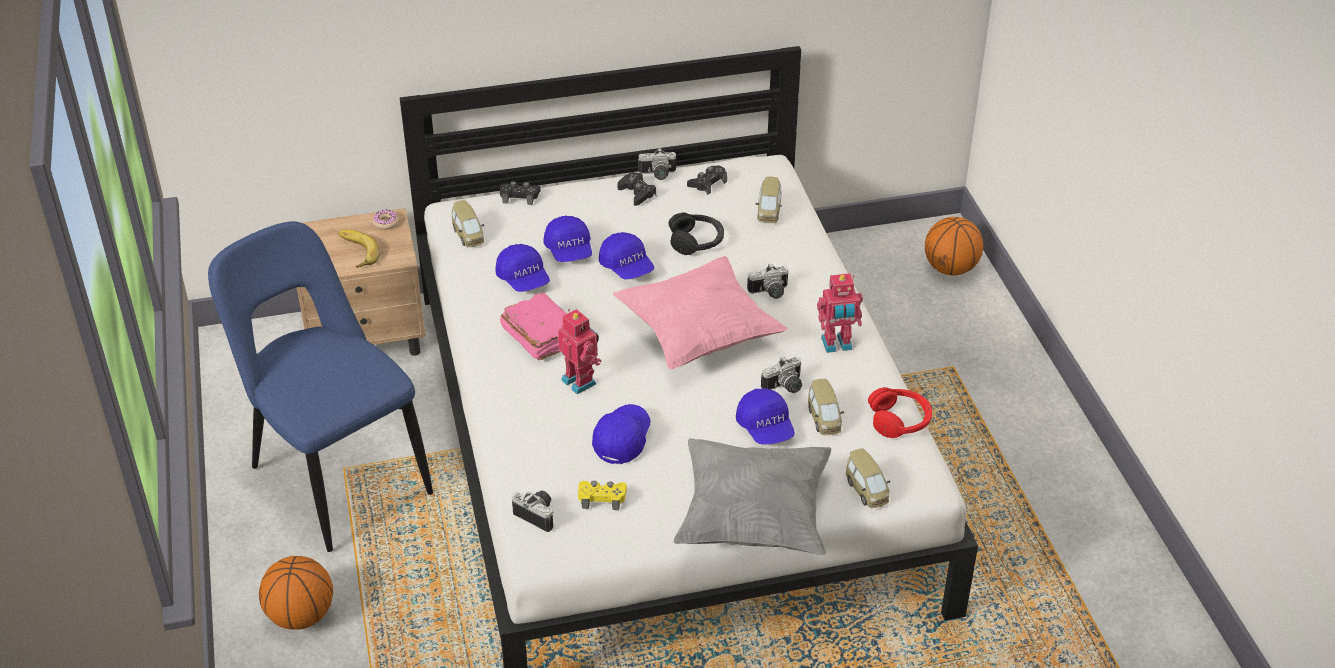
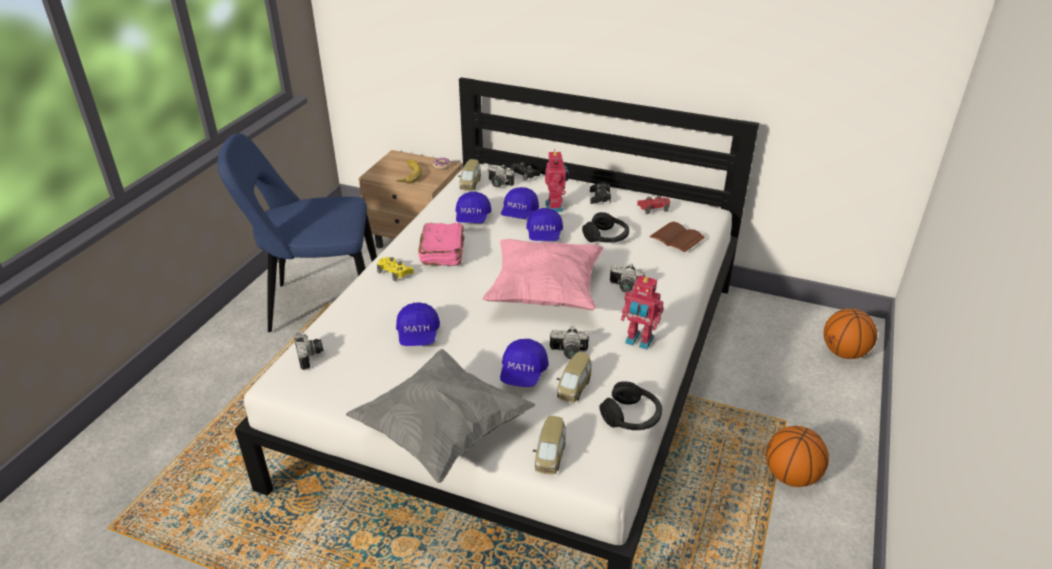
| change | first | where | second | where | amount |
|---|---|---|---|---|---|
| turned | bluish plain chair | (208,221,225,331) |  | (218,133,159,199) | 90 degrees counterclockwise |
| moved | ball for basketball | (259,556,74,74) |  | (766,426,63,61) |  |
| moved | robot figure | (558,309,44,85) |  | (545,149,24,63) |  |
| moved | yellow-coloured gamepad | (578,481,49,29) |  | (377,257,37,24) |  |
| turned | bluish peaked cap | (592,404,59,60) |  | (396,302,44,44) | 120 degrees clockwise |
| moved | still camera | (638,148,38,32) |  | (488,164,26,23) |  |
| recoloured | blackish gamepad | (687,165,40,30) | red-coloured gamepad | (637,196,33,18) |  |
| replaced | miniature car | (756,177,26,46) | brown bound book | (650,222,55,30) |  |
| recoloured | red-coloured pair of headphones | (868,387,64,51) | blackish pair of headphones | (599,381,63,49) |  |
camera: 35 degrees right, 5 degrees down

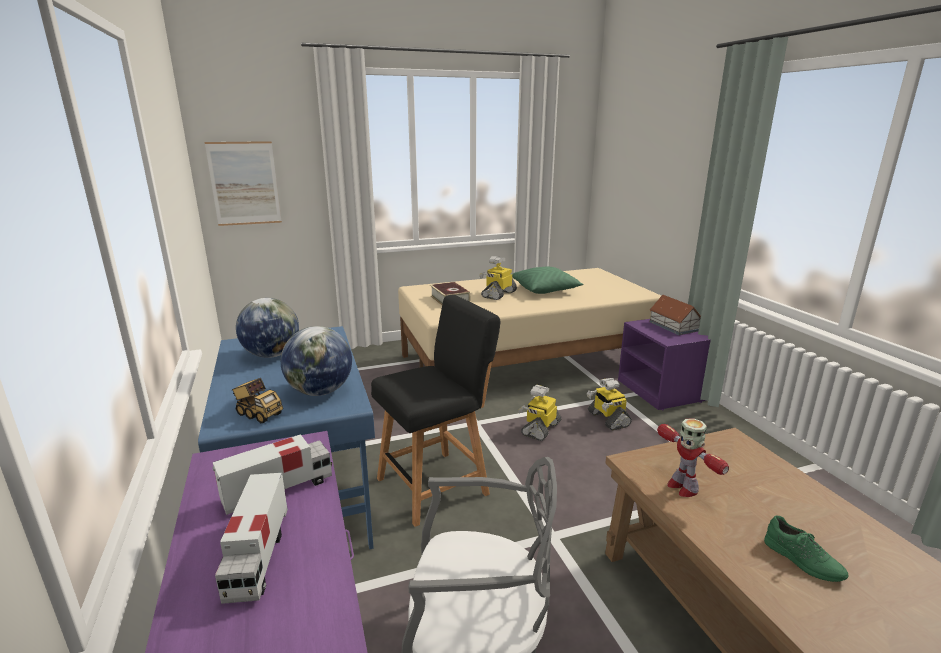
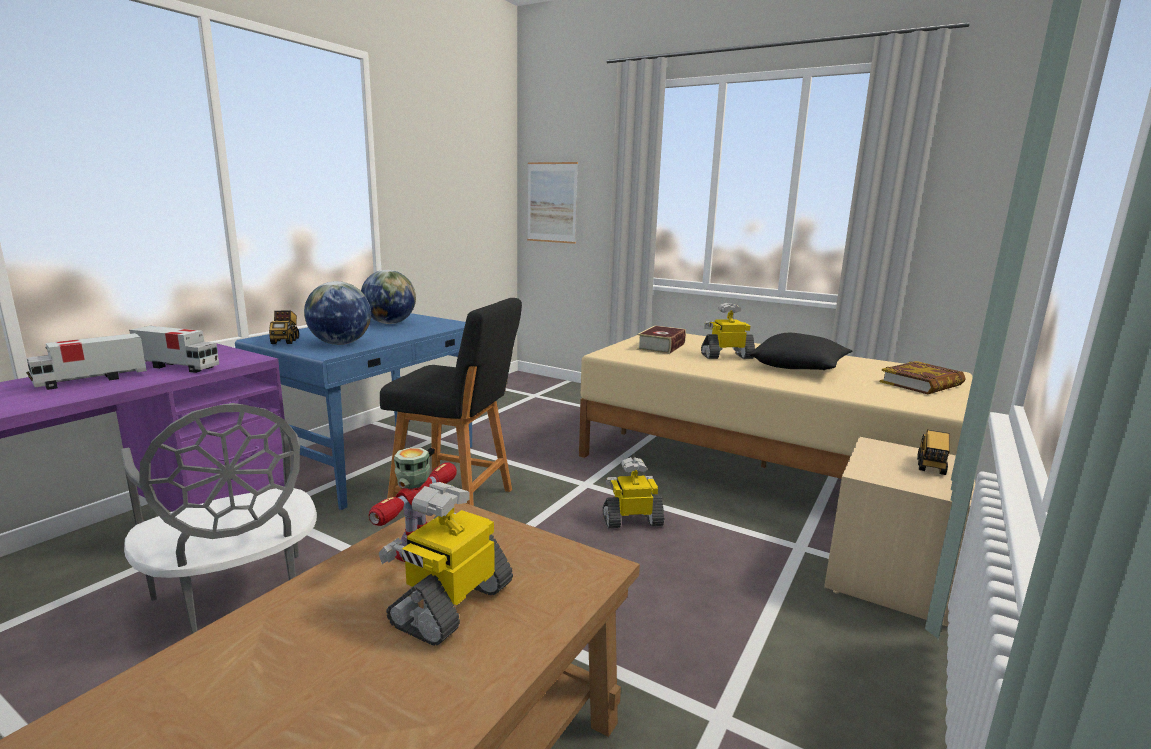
| change | first | where | second | where | amount |
|---|---|---|---|---|---|
| recoloured | green-coloured pillow | (511,267,73,27) | blackish pillow | (749,333,103,37) |  |
| moved | robot figure | (587,378,45,52) |  | (379,482,134,164) |  |
| recoloured | purple night table | (618,319,93,91) | sand-coloured night table | (824,437,151,190) |  |
| replaced | miniature house | (649,295,52,40) | toy lorry | (917,430,33,45) |  |
| removed | green-coloured low shoe | (764,516,84,66) |  |  |  |
| added |  |  | bound book | (880,361,86,33) |  |
camera: 50 degrees right, 5 degrees down

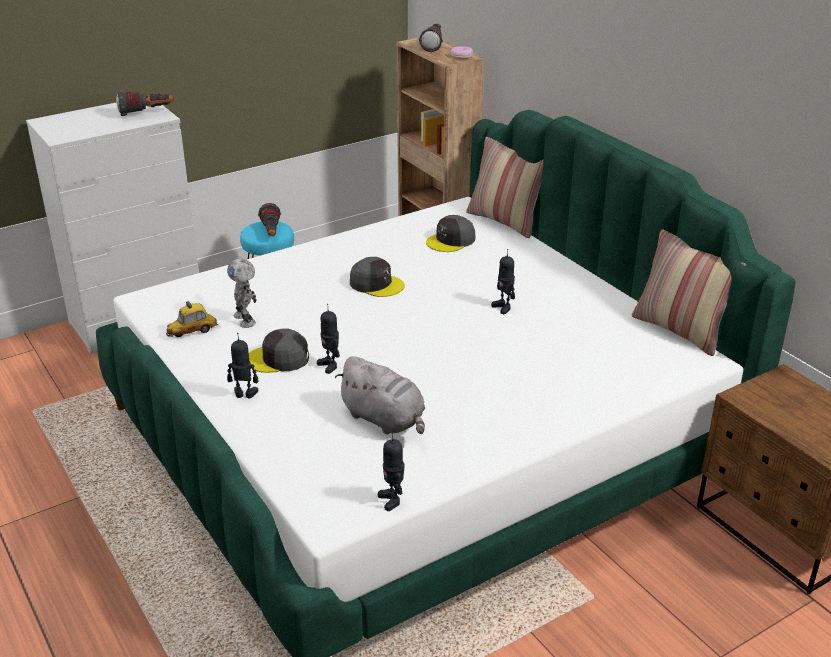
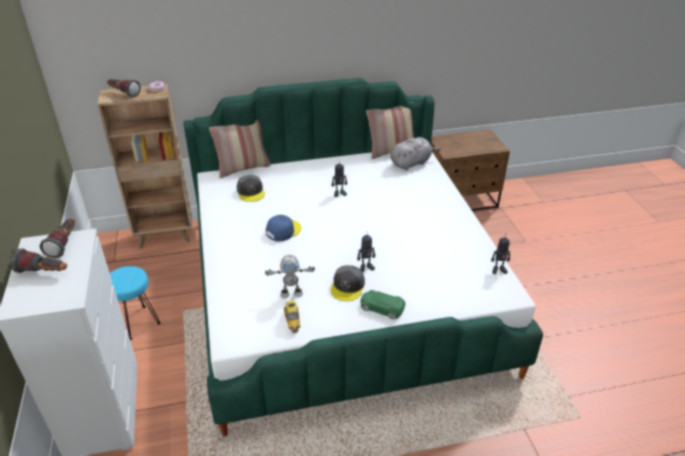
| change | first | where | second | where | amount |
|---|---|---|---|---|---|
| replaced | robot figure | (227,333,31,65) | green-coloured miniature car | (361,290,44,29) |  |
| moved | hand torch | (258,203,23,33) |  | (10,249,57,24) |  |
| moved | gray plush toy | (335,356,90,79) |  | (391,137,50,33) |  |
| recoloured | gray peaked cap | (350,257,55,40) | bluish peaked cap | (266,215,36,26) |  |
camera: 70 degrees left, 5 degrees up

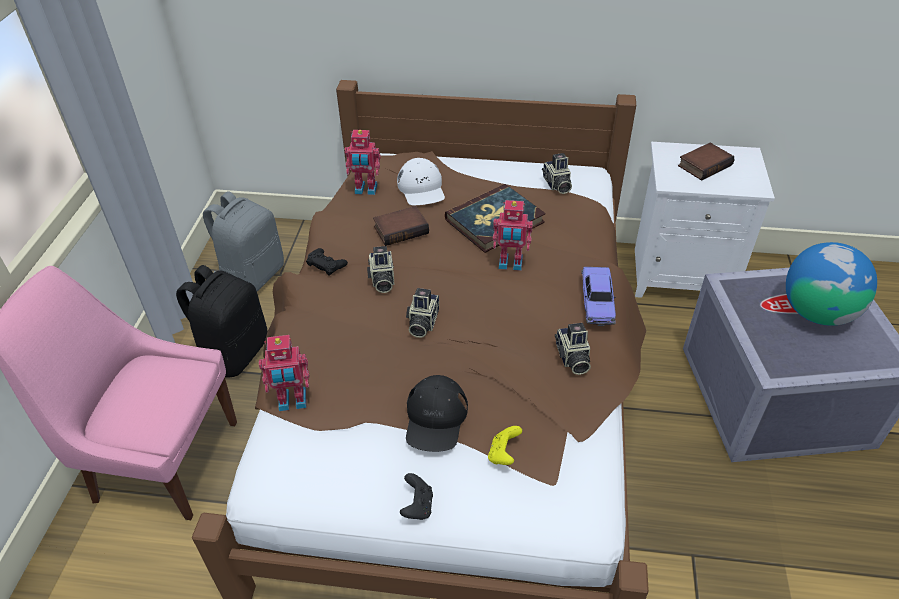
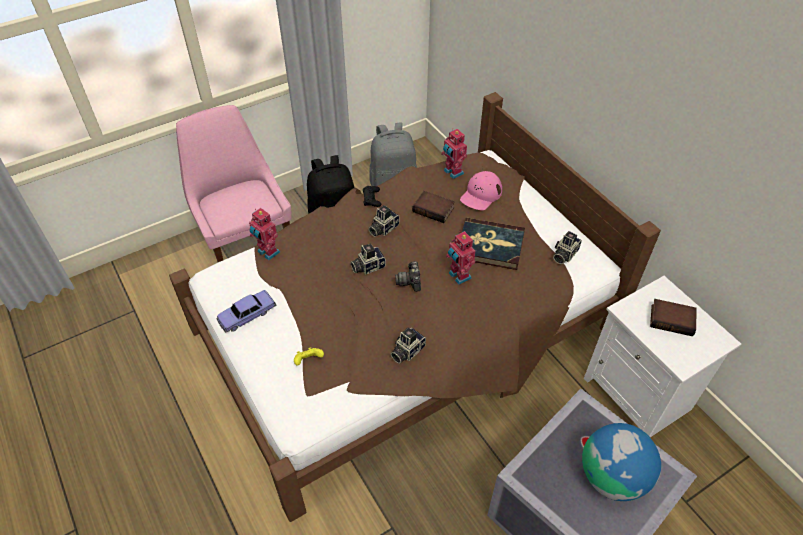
| change | first | where | second | where | amount |
|---|---|---|---|---|---|
| recoloured | whitish peaked cap | (397,158,48,47) | pink-coloured peaked cap | (460,171,42,40) |  |
| removed | blackish gamepad | (400,473,33,47) |  |  |  |
| removed | blackish peaked cap | (406,375,62,77) |  |  |  |
| moved | miniature car | (581,267,35,59) |  | (216,290,60,42) |  |
| added |  |  | still camera | (395,261,26,31) |  |
camera: 50 degrees right, 5 degrees up

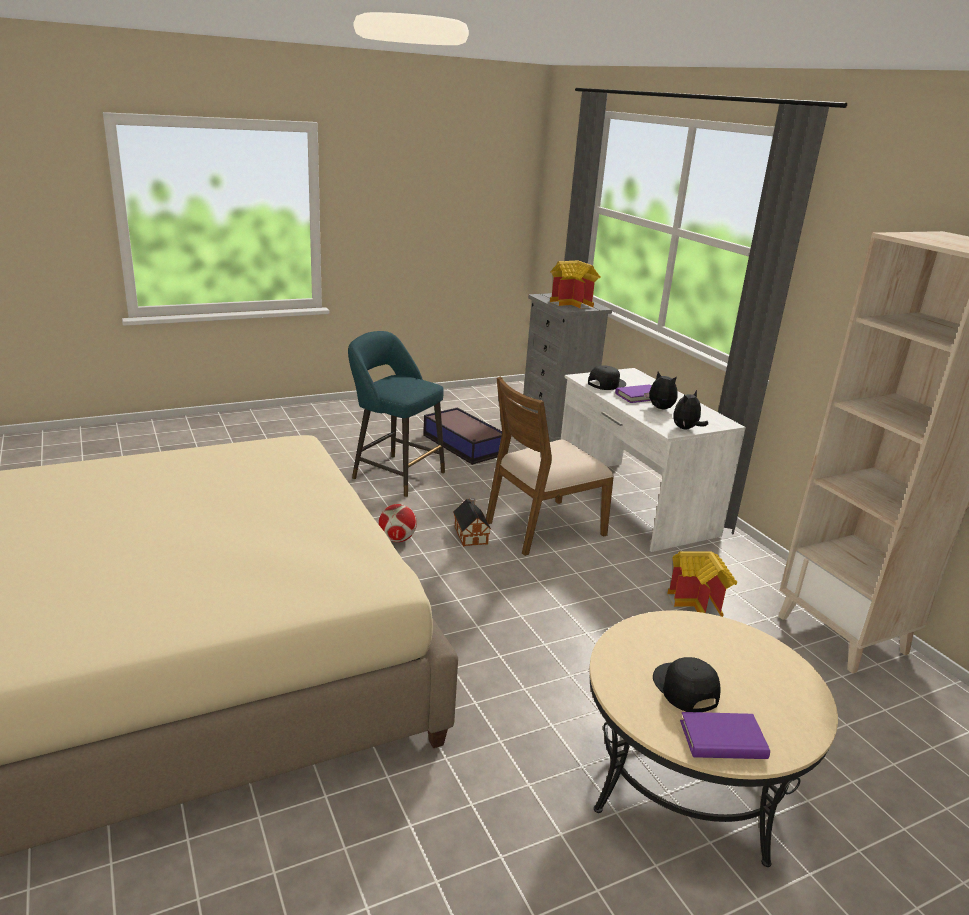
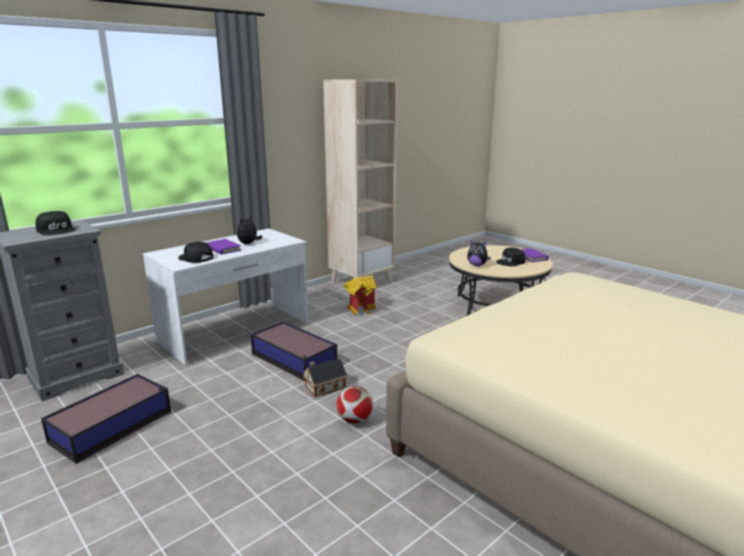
| change | first | where | second | where | amount |
|---|---|---|---|---|---|
| removed | turquoise-coloured stool seat | (348,331,97,167) |  |  |  |
| replaced | brown plain chair | (486,377,128,179) | storage bin | (251,322,86,59) |  |
| replaced | miniature house | (550,260,51,49) | blackish peaked cap | (35,211,41,24) |  |
| moved | plush toy | (673,390,35,40) |  | (467,240,24,26) |  |
camera: 105 degrees left, 5 degrees down

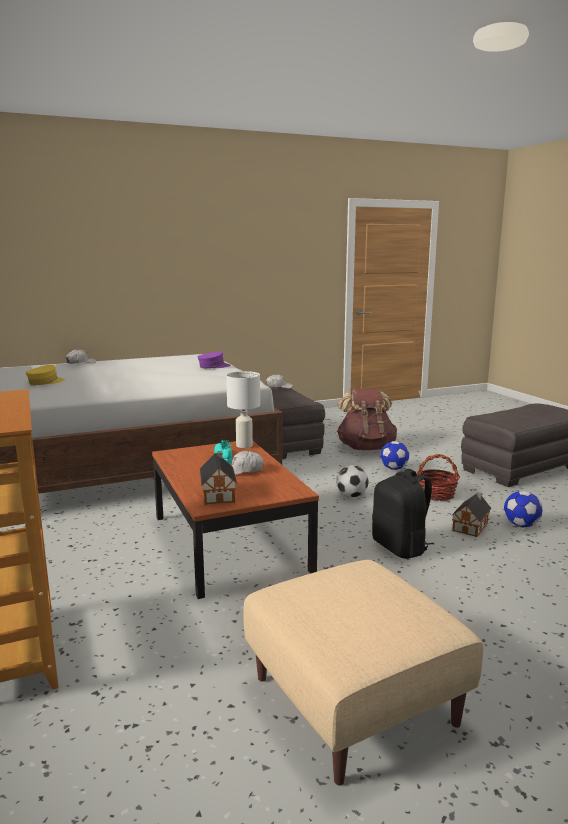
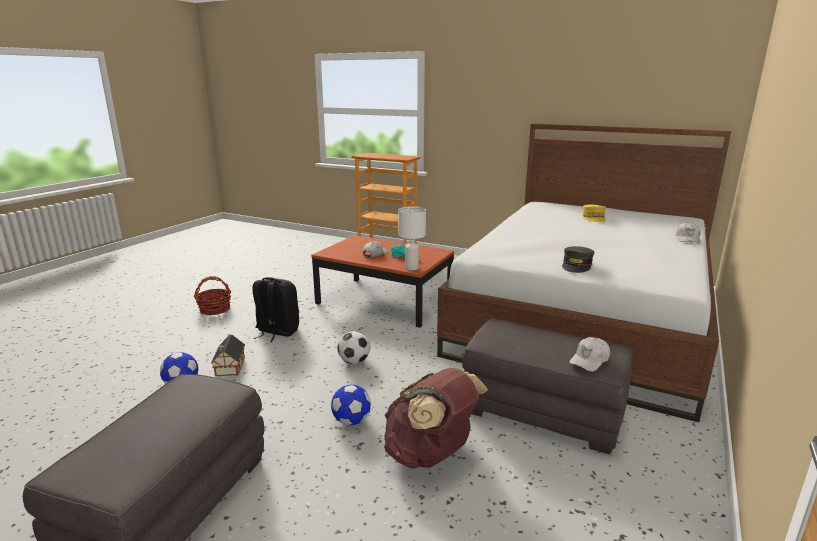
| change | first | where | second | where | amount |
|---|---|---|---|---|---|
| recoloured | purple peaked cap | (198,351,33,17) | gray peaked cap | (562,246,32,27) |  |
| removed | miniature house | (200,451,37,54) |  |  |  |
| removed | sand-coloured pouffe | (243,560,241,226) |  |  |  |
| moved | basket | (416,454,44,47) |  | (194,276,37,39) |  |
camera: 140 degrees right, 5 degrees up

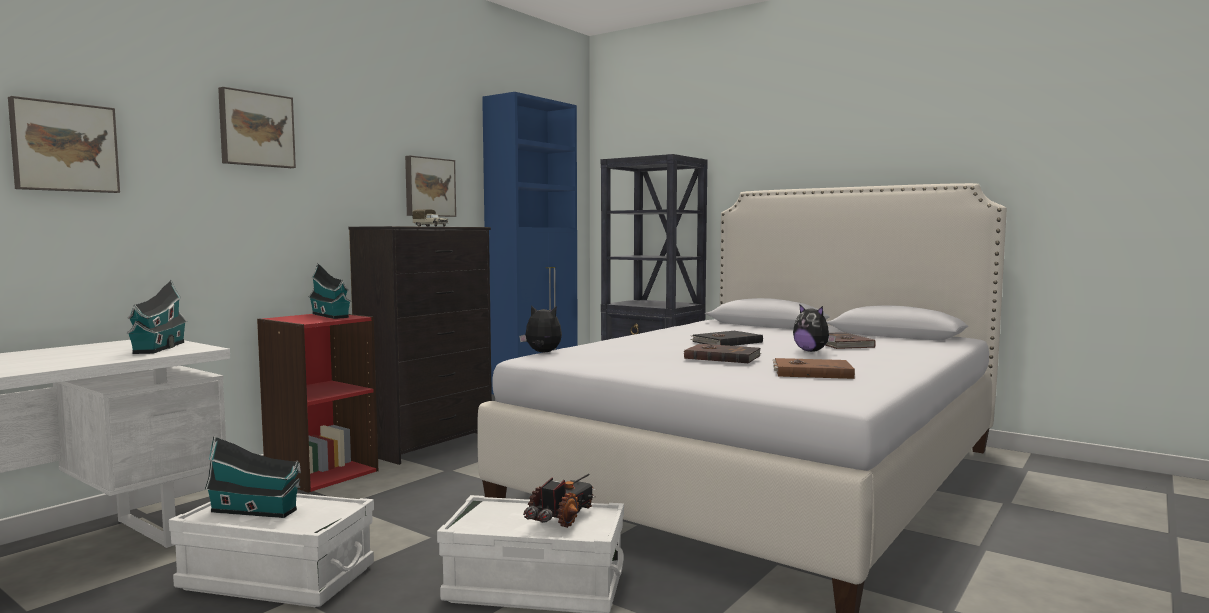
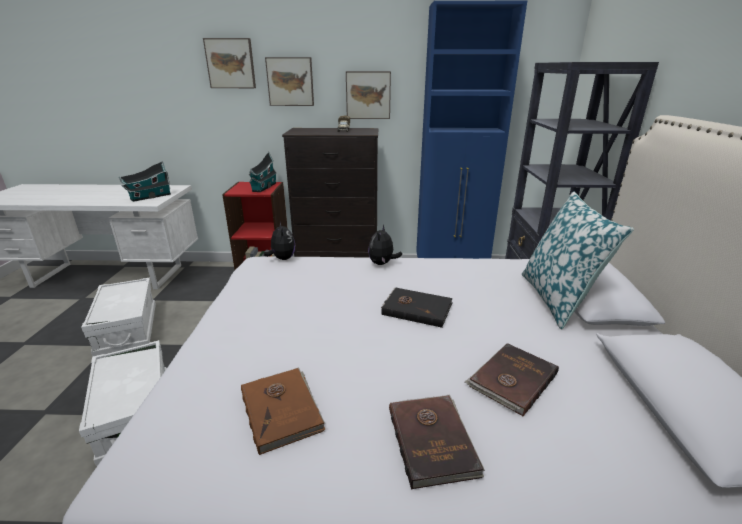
| change | first | where | second | where | amount |
|---|---|---|---|---|---|
| moved | wall picture | (8,96,112,97) |  | (265,57,49,49) |  |
| removed | miniature house | (204,436,97,82) |  |  |  |
| removed | toy lorry | (523,474,73,54) |  |  |  |
| moved | brown bound book | (684,344,78,19) |  | (389,394,96,95) |  |
| moved | plush toy | (793,304,43,48) |  | (368,225,34,40) |  |
| added |  |  | pillow | (522,191,112,139) |  |
camera: 55 degrees right, 20 degrees up

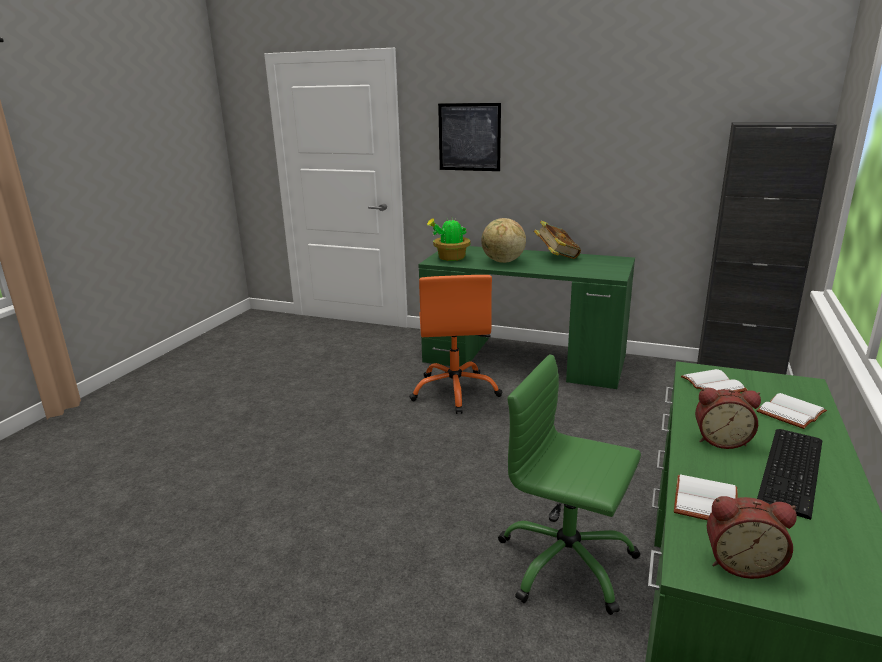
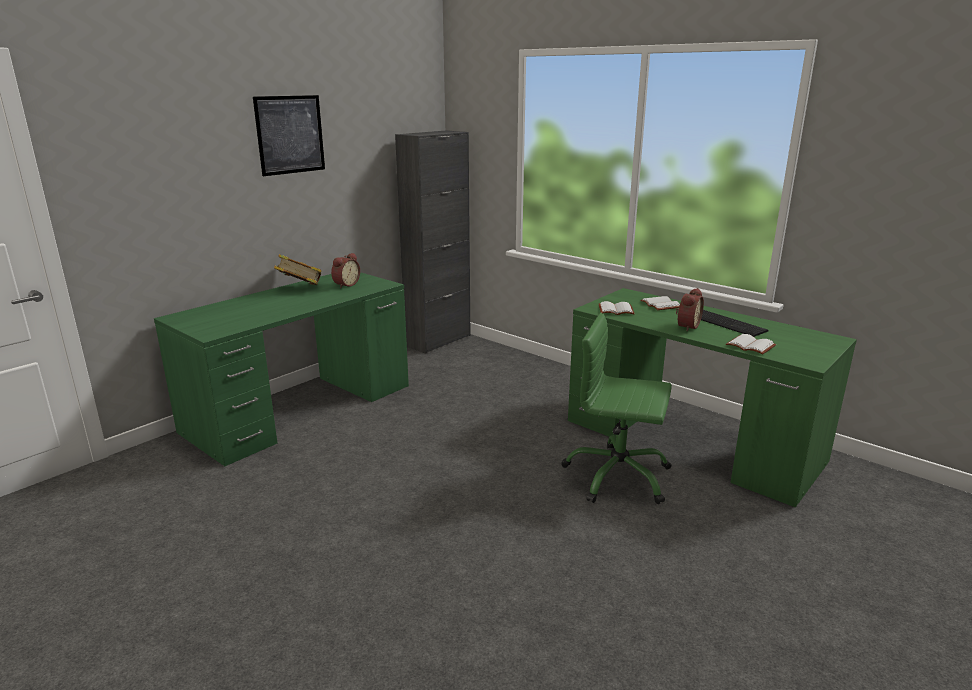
| change | first | where | second | where | amount |
|---|---|---|---|---|---|
| removed | orange-coloured computer chair | (409,275,93,139) |  |  |  |
| removed | potted plant | (427,218,44,43) |  |  |  |
| moved | wall picture | (438,103,63,68) |  | (253,95,72,81) |  |
| removed | world globe | (481,218,45,45) |  |  |  |
| turned | green-coloured computer chair | (498,354,143,261) |  | (561,313,111,191) | 60 degrees clockwise |
| moved | bedside clock | (707,496,90,83) |  | (331,253,29,35) |  |
camera: 70 degrees left, 0 degrees up

